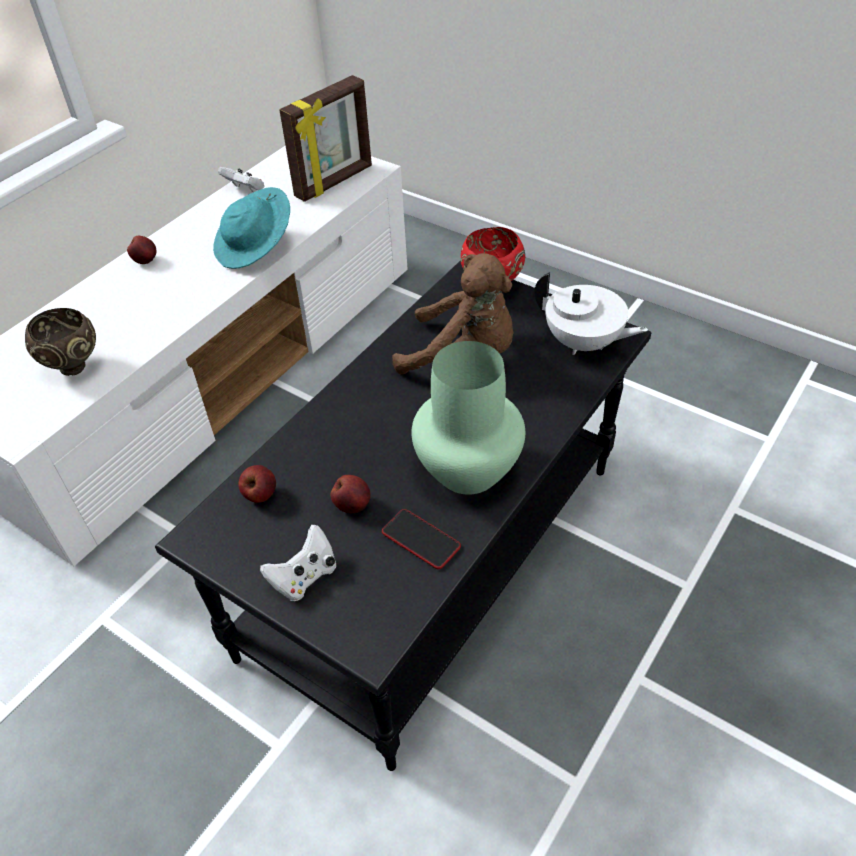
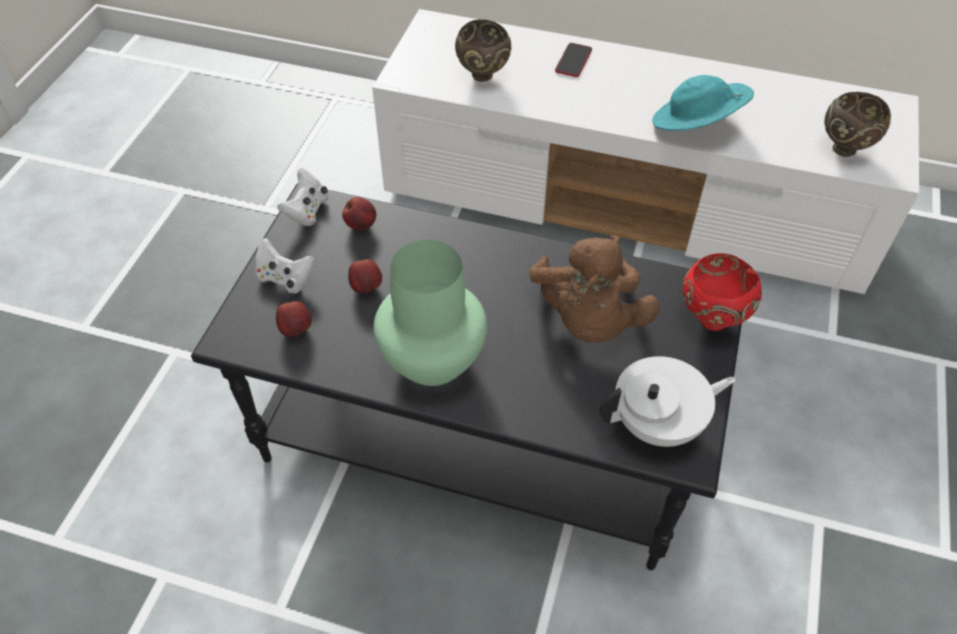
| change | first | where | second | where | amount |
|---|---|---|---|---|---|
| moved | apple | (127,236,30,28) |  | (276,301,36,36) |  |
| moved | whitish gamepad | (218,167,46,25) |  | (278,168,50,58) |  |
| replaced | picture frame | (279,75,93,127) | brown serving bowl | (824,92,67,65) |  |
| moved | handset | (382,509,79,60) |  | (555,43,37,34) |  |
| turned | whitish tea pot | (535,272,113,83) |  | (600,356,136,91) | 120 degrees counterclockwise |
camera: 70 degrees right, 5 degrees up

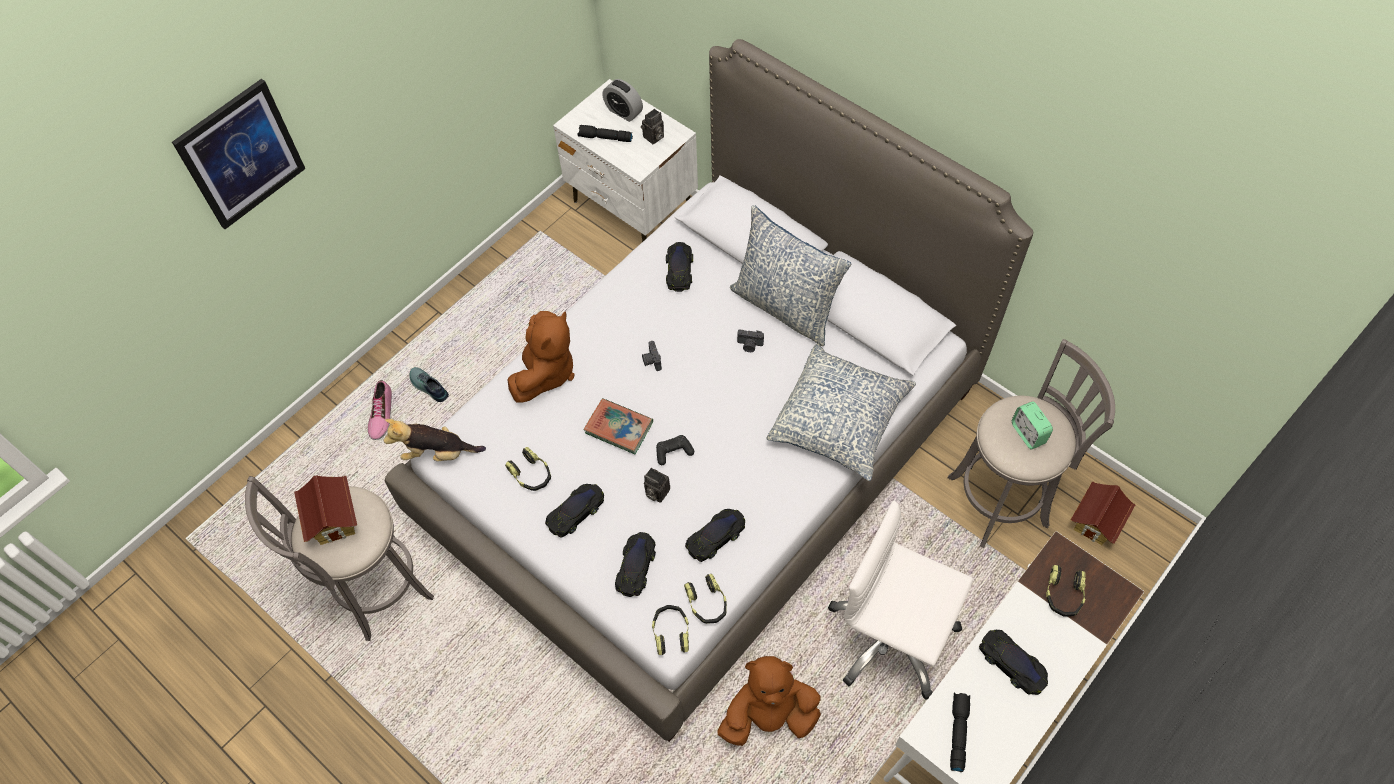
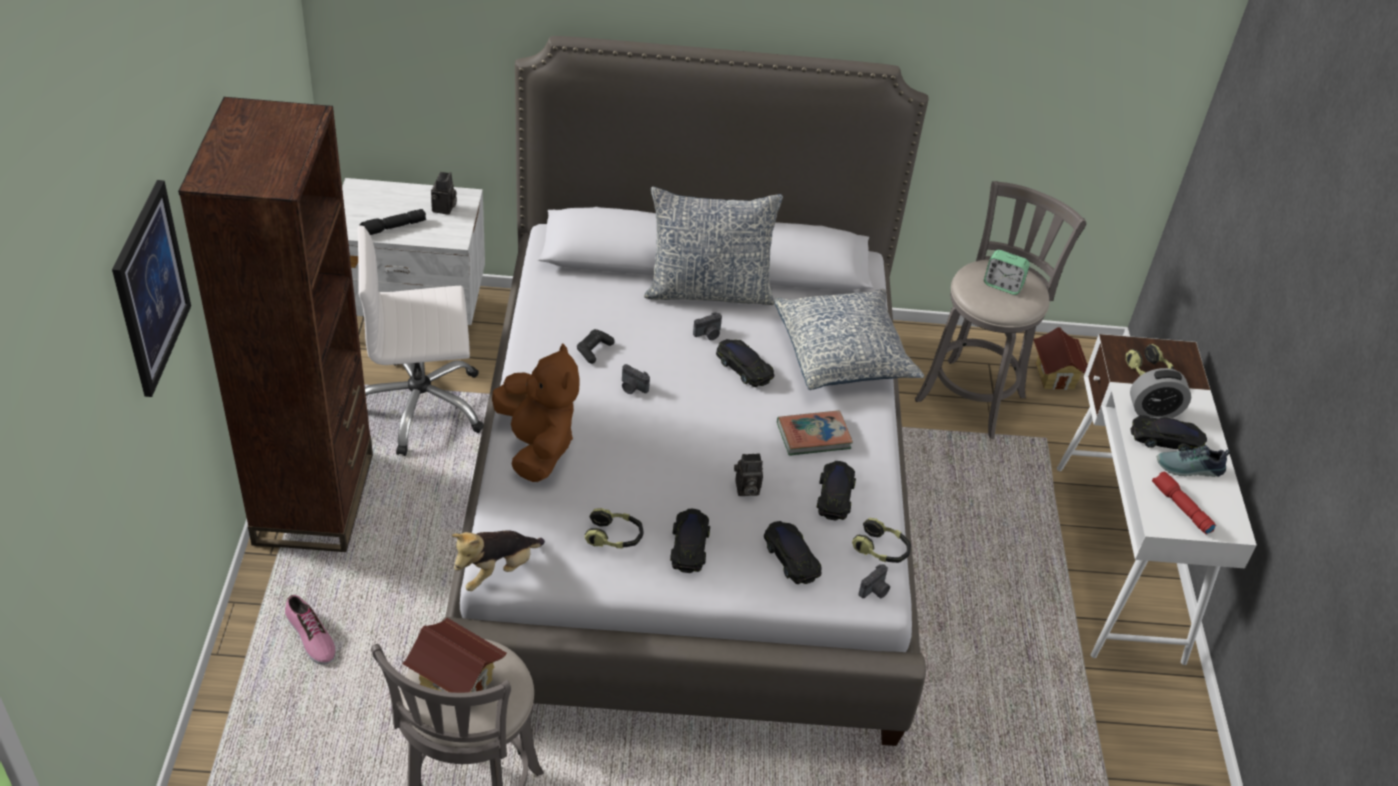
| change | first | where | second | where | amount |
|---|---|---|---|---|---|
| moved | low shoe | (409,367,40,35) |  | (1157,445,73,32) |  |
| moved | bound book | (583,398,70,56) |  | (777,410,76,46) |  |
| moved | bedside clock | (602,79,41,43) |  | (1130,368,61,50) |  |
| replaced | pair of headphones | (652,605,37,50) | still camera | (858,564,32,35) |  |
| moved | blackish gamepad | (656,435,38,30) |  | (577,329,38,35) |  |
| moved | blackish miniature car | (666,242,27,50) |  | (716,339,58,48) |  |
| removed | brown plush toy | (717,656,104,90) |  |  |  |
| moved | whitish computer chair | (828,501,145,199) |  | (357,225,127,231) |  |
| recoloured | blackish hand torch | (950,693,20,79) | red-coloured hand torch | (1152,472,64,63) |  |
| added |  |  | brown bookshelf | (178,97,195,455) |  |
camera: 45 degrees left, 15 degrees down

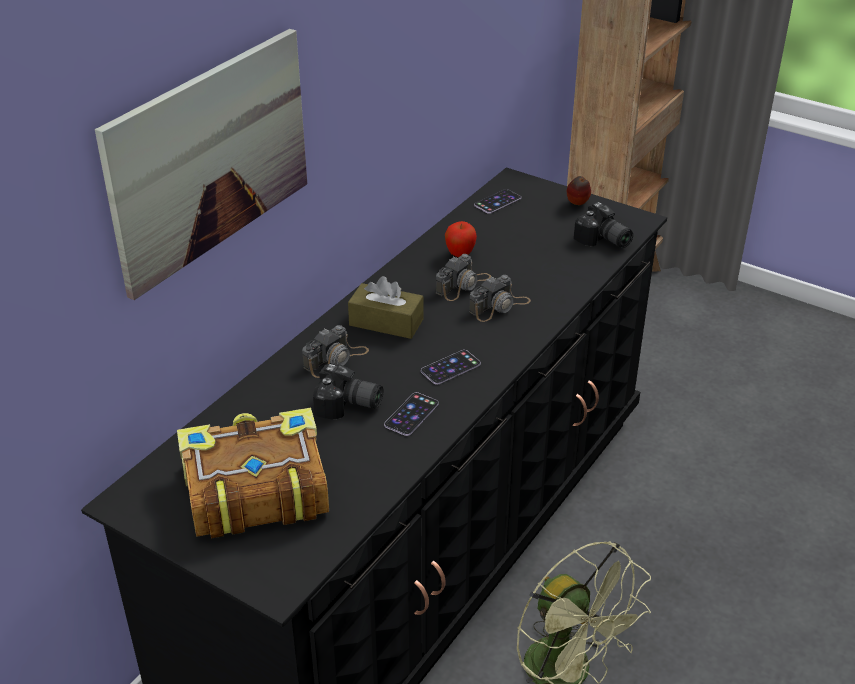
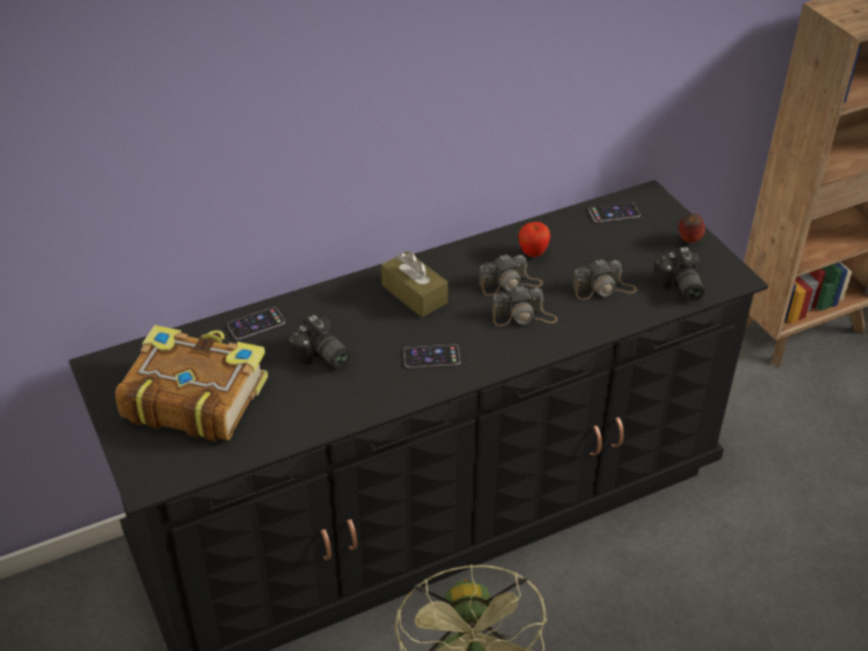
| change | first | where | second | where | amount |
|---|---|---|---|---|---|
| removed | wall picture | (95,29,212,271) |  |  |  |
| moved | still camera | (302,325,67,53) |  | (572,259,65,41) |  |
| moved | handset | (384,392,55,44) |  | (227,307,58,33) |  |
camera: 30 degrees right, 5 degrees up

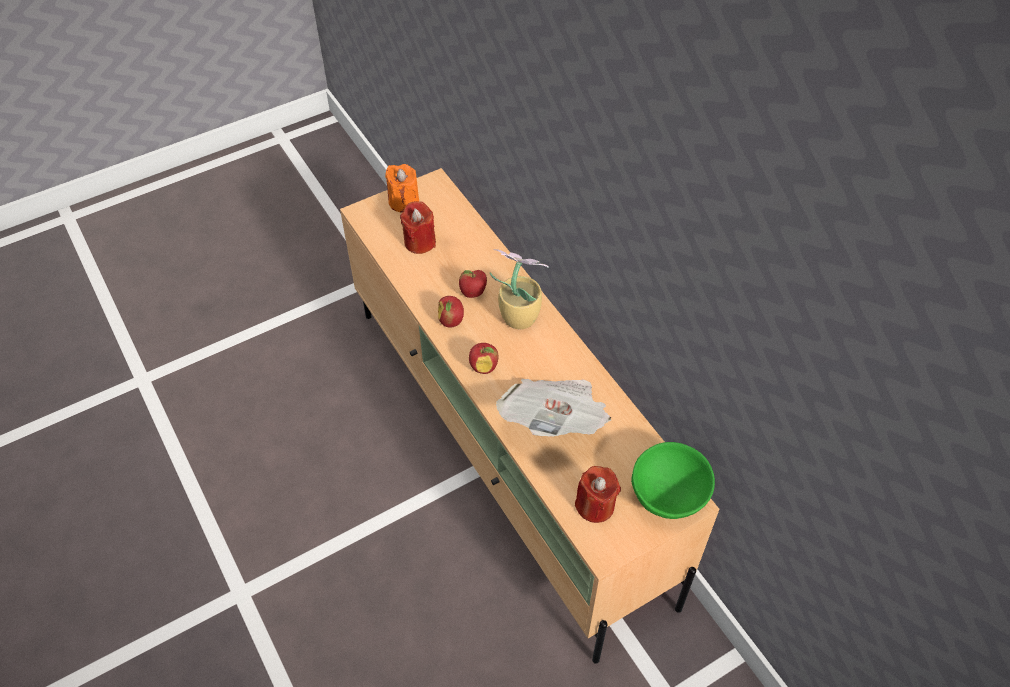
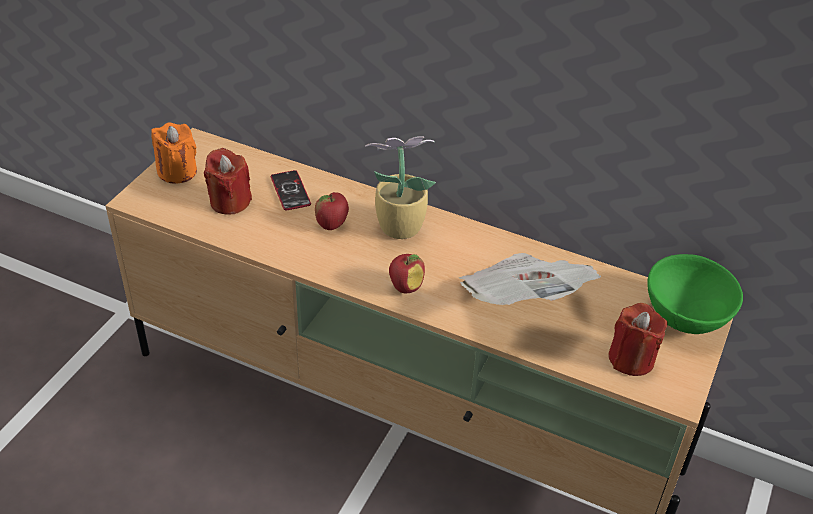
| change | first | where | second | where | amount |
|---|---|---|---|---|---|
| removed | apple | (438,296,26,32) |  |  |  |
| added |  |  | handset | (271,170,40,41) |  |
camera: 35 degrees left, 10 degrees down

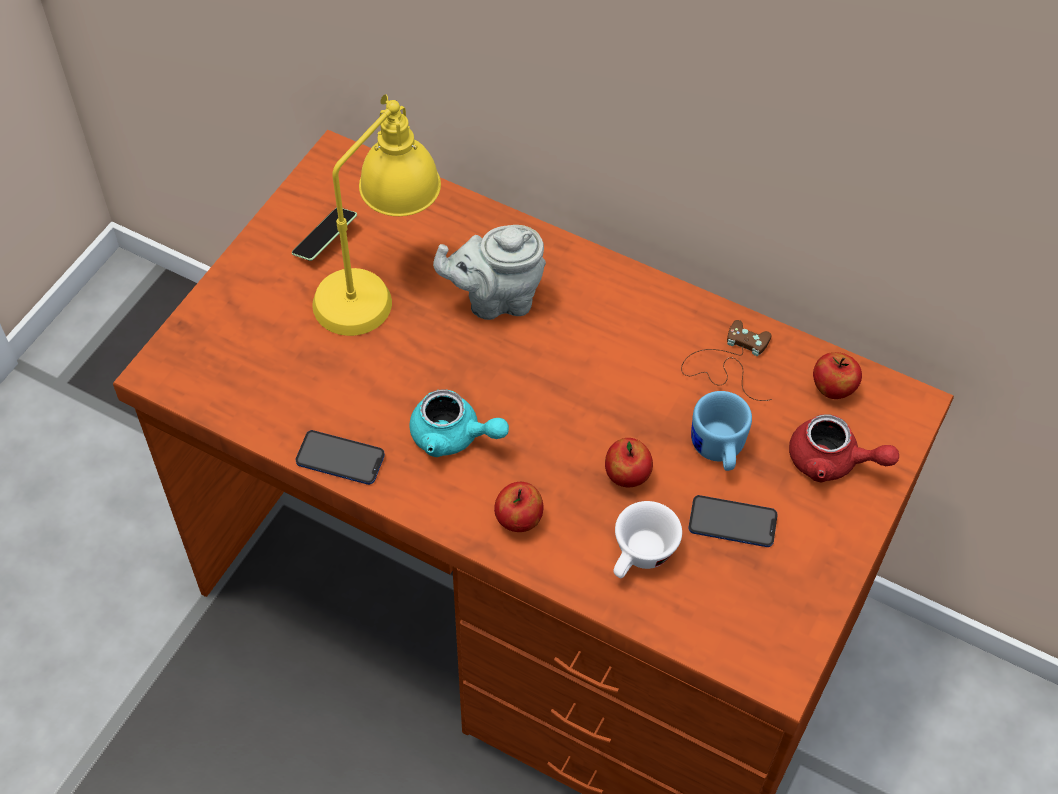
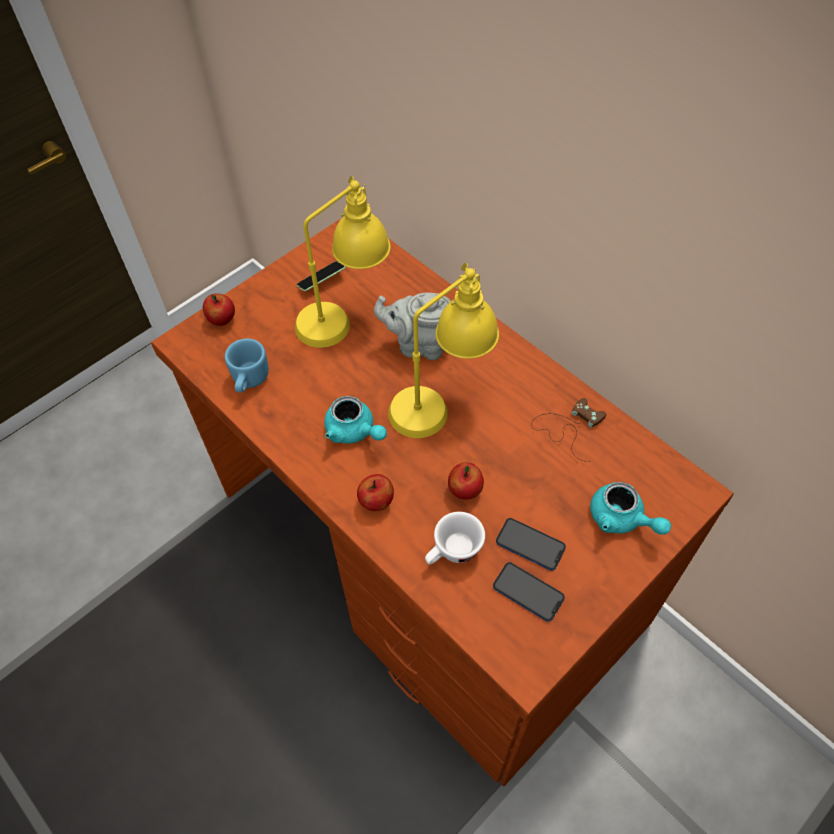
| change | first | where | second | where | amount |
|---|---|---|---|---|---|
| moved | handset | (296,430,89,55) |  | (493,562,72,60) |  |
| moved | bluish tea mug | (691,391,61,80) |  | (225,338,44,54) |  |
| recoloured | red-coloured tea pot | (789,414,110,69) | turquoise-coloured tea pot | (590,482,81,53) |  |
| moved | apple | (813,352,49,47) |  | (203,293,32,33) |  |
| added |  |  | yellow-coloured table lamp | (388,263,111,175) |  |
camera: 20 degrees right, 0 degrees up

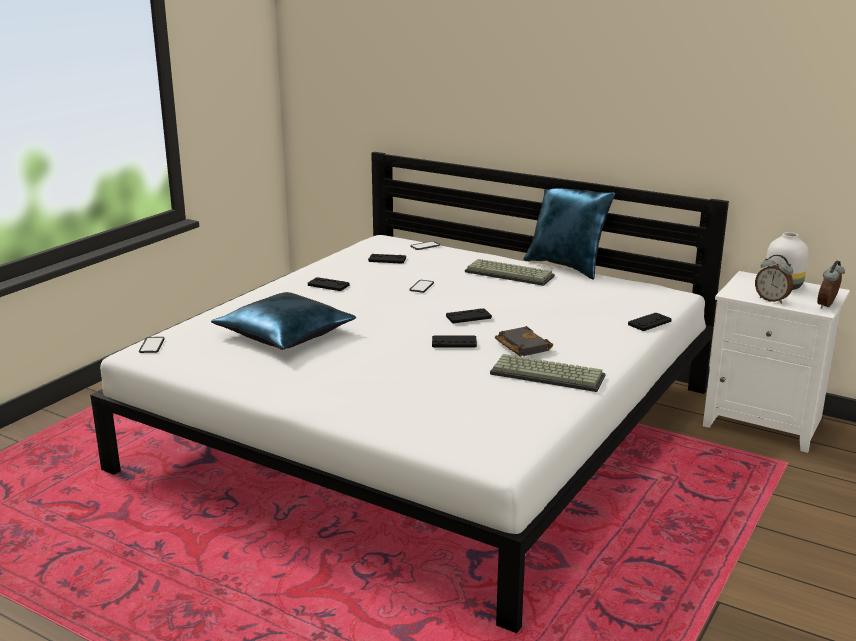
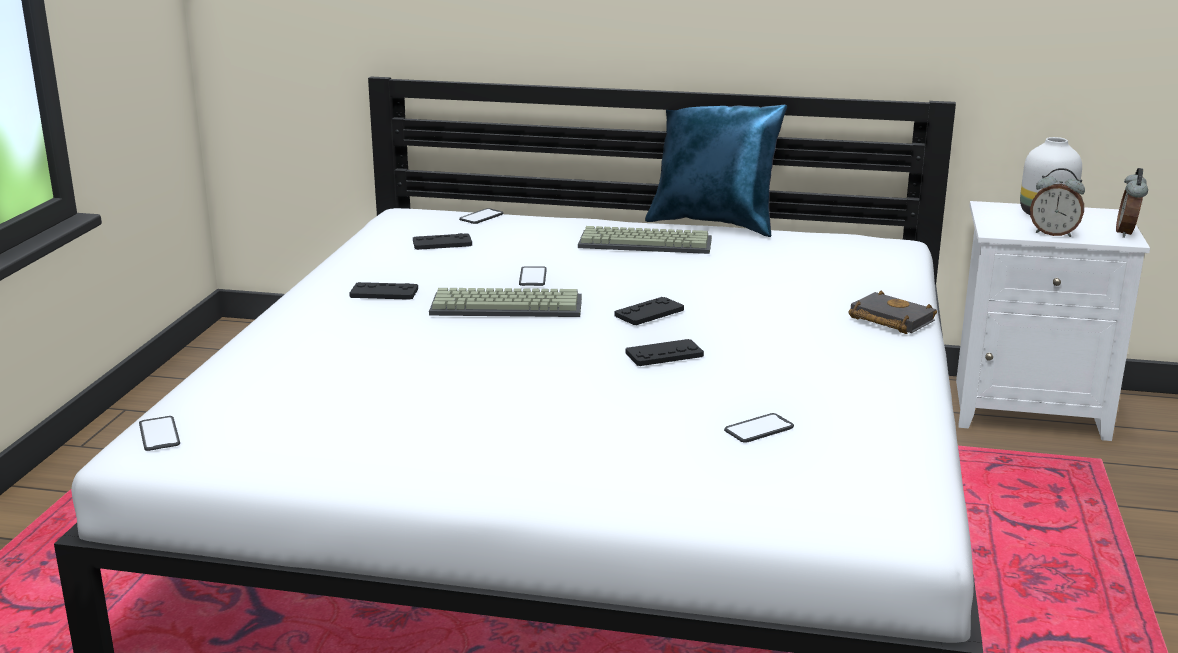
| change | first | where | second | where | amount |
|---|---|---|---|---|---|
| removed | bluish pillow | (211,292,145,58) |  |  |  |
| moved | computer keyboard | (490,354,116,38) |  | (429,288,153,29) |  |
| moved | blackish bound book | (495,326,58,30) |  | (849,290,88,44) |  |
| removed | blackish gamepad | (628,313,43,18) |  |  |  |
| added |  |  | handset | (724,413,70,29) |  |
camera: 20 degrees left, 0 degrees up

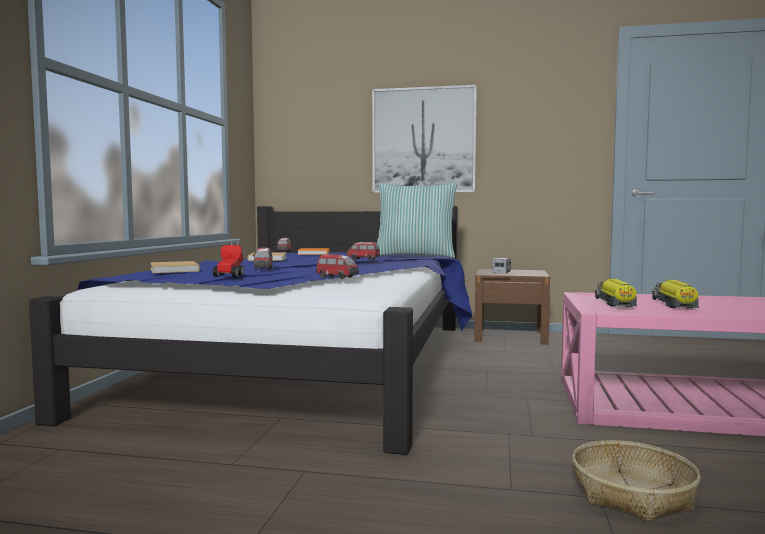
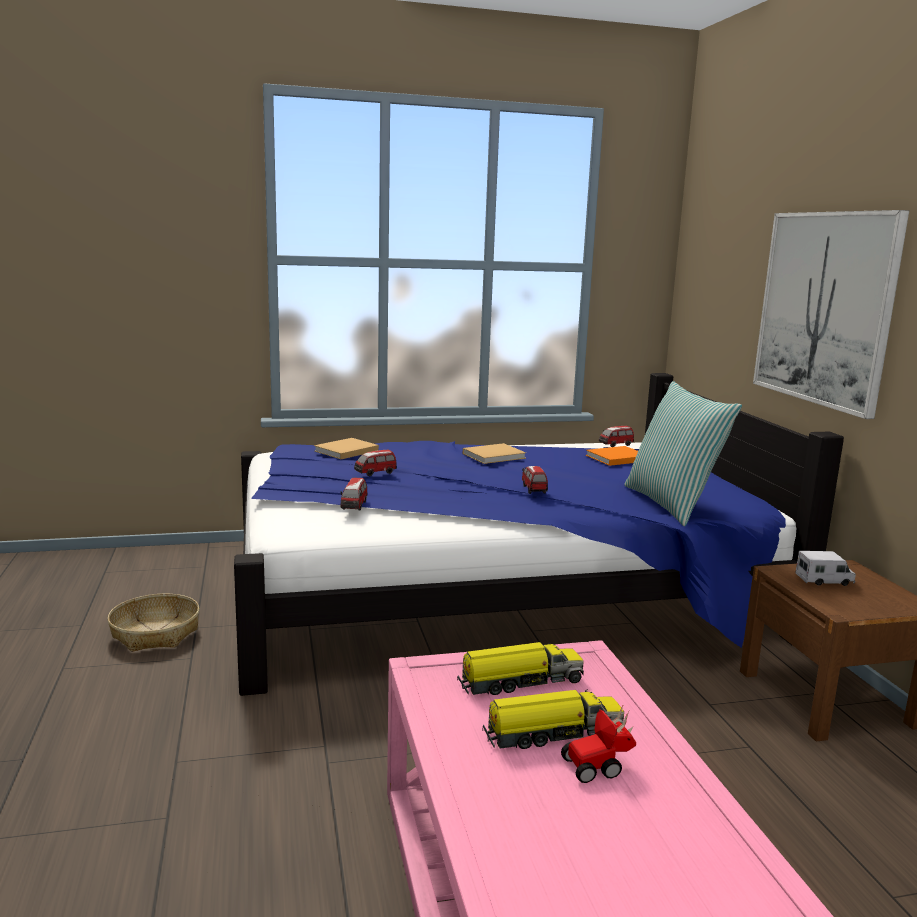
| change | first | where | second | where | amount |
|---|---|---|---|---|---|
| moved | miniature car | (213,242,31,35) |  | (561,704,75,79) |  |
| moved | basket | (572,440,129,82) |  | (107,594,93,58) |  |
camera: 65 degrees right, 10 degrees up

